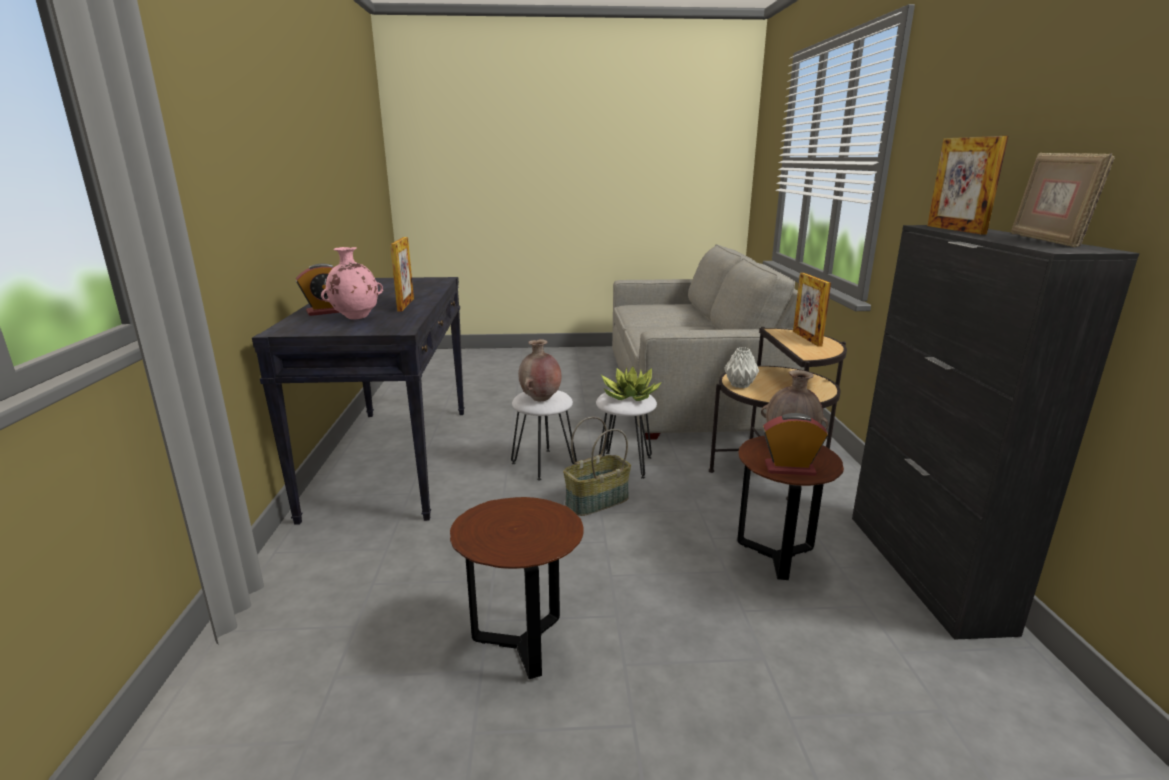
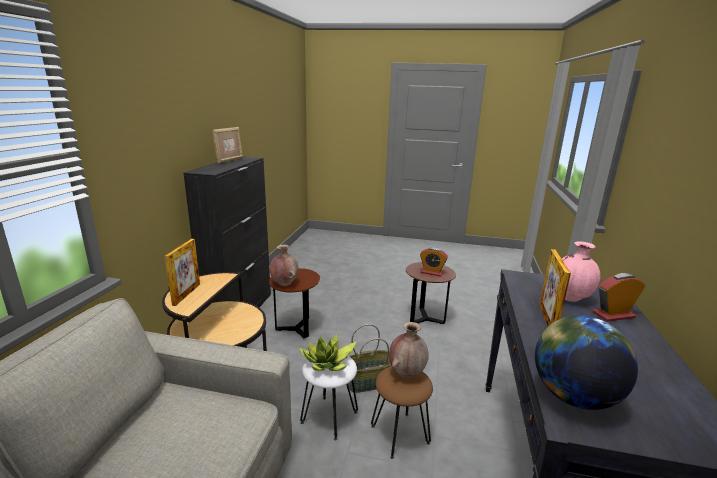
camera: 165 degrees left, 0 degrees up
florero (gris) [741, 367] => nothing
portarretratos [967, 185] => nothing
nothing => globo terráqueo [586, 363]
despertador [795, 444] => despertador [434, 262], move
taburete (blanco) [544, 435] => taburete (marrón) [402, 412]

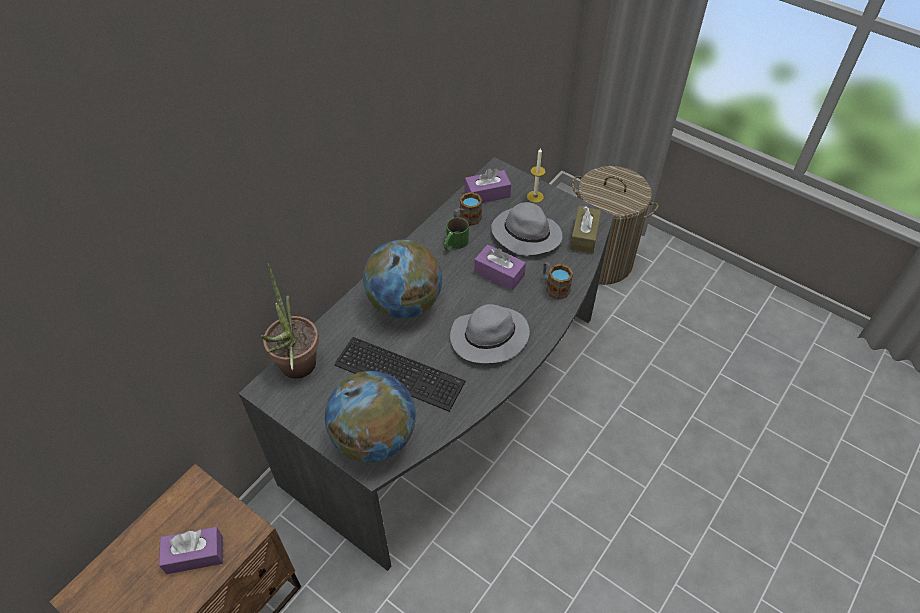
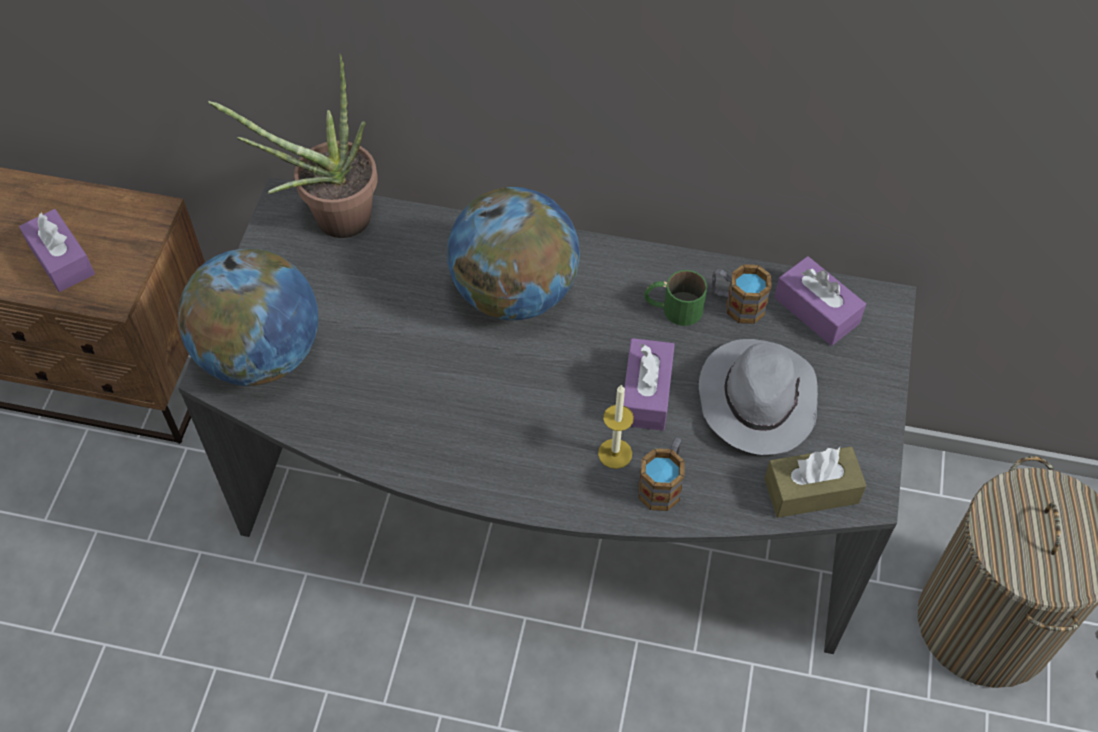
camera: 65 degrees right, 5 degrees up
teclado [400, 374] => nothing
sombrero (gris) [490, 333] => nothing
vela [536, 175] => vela [616, 426], move

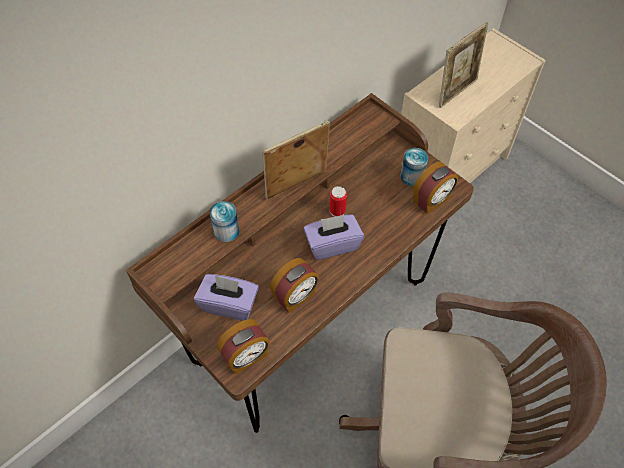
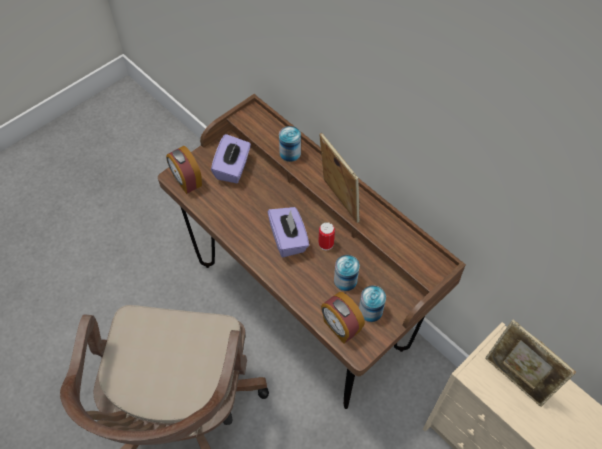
camera: 90 degrees right, 0 degrees up
despertador [294, 285] => nothing
nothing => lata [347, 273]

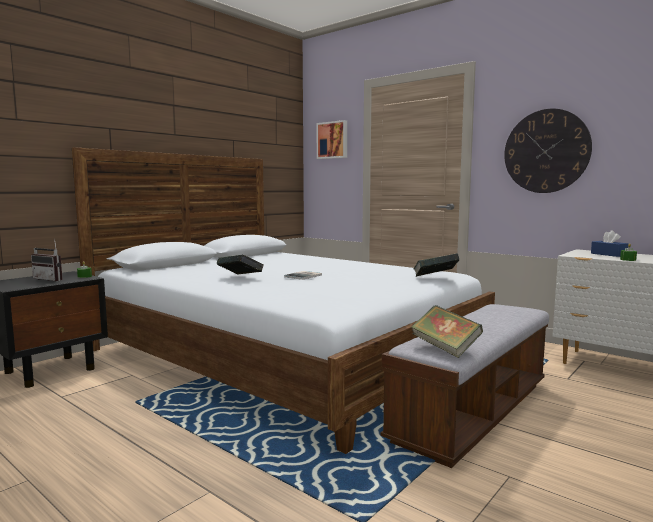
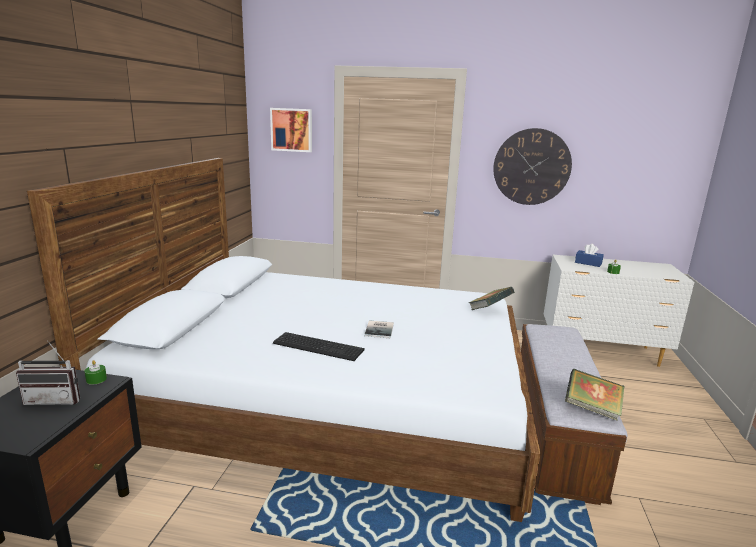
camera: 30 degrees left, 10 degrees up
libro [240, 265] => teclado [319, 346]

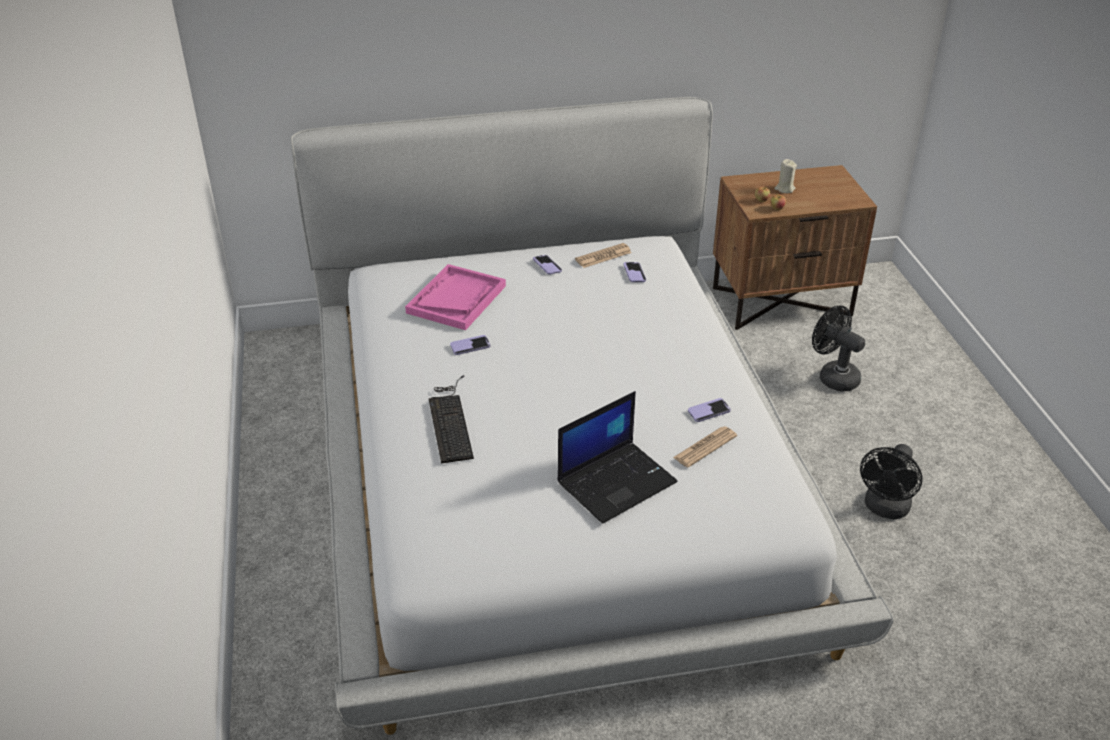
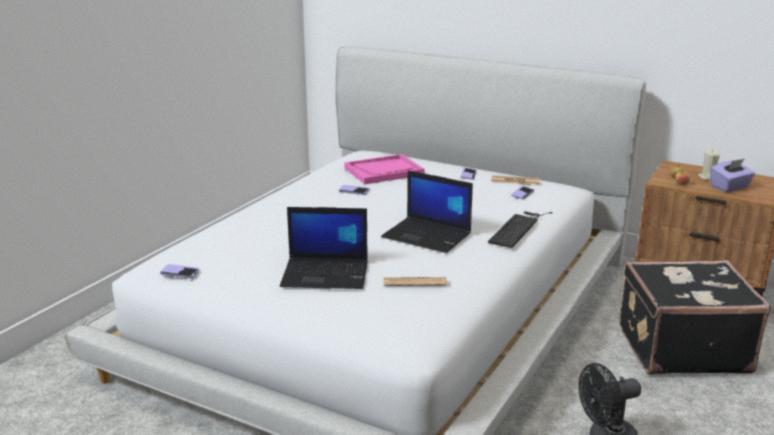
camera: 40 degrees right, 15 degrees down
nothing => portátil [427, 212]
nothing => caja de pañuelos (morado) [732, 175]
teclado [451, 419] => teclado [520, 229], move
móvil [709, 410] => móvil [180, 271], move
ventilador (negro) [838, 348] => maleta (negro) [695, 317]

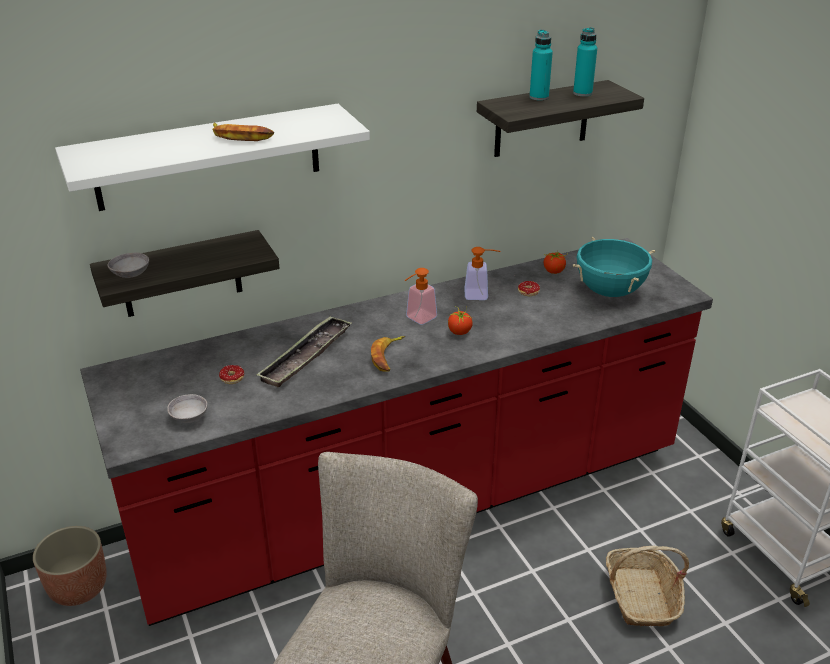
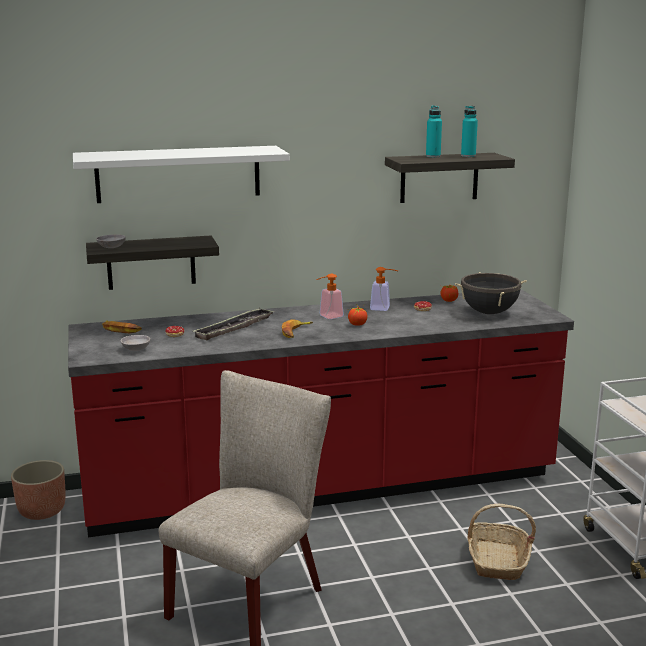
camera: 10 degrees right, 15 degrees down
plátano [243, 132] => plátano [122, 326], move
olla (turquesa) [613, 267] => olla (negro) [491, 293]

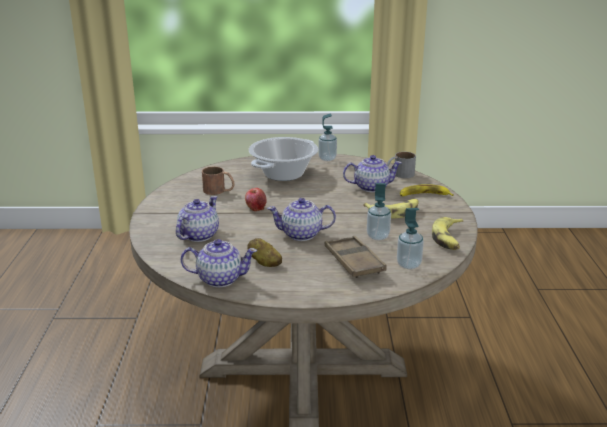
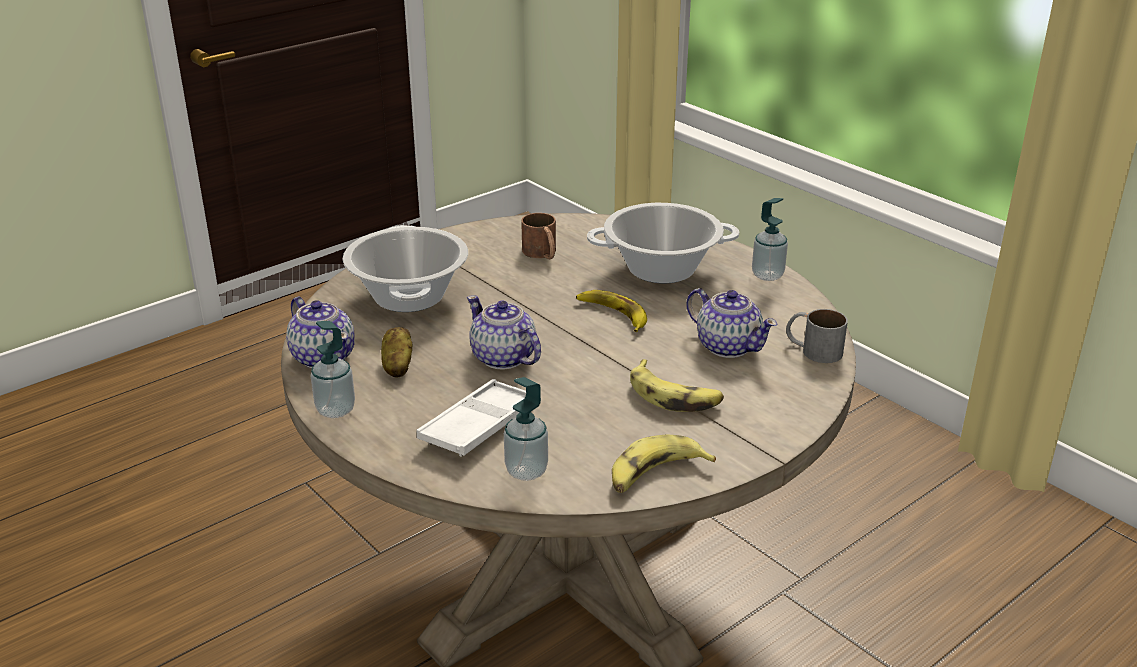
camera: 50 degrees right, 5 degrees up
manzana [256, 199] => nothing
dispensador de jabón [379, 211] => dispensador de jabón [333, 369], move
plátano [427, 190] => plátano [611, 311], move
tetera [197, 219] => olla [405, 268]
bandeja (marrón) [356, 257] => bandeja (blanco) [471, 417]

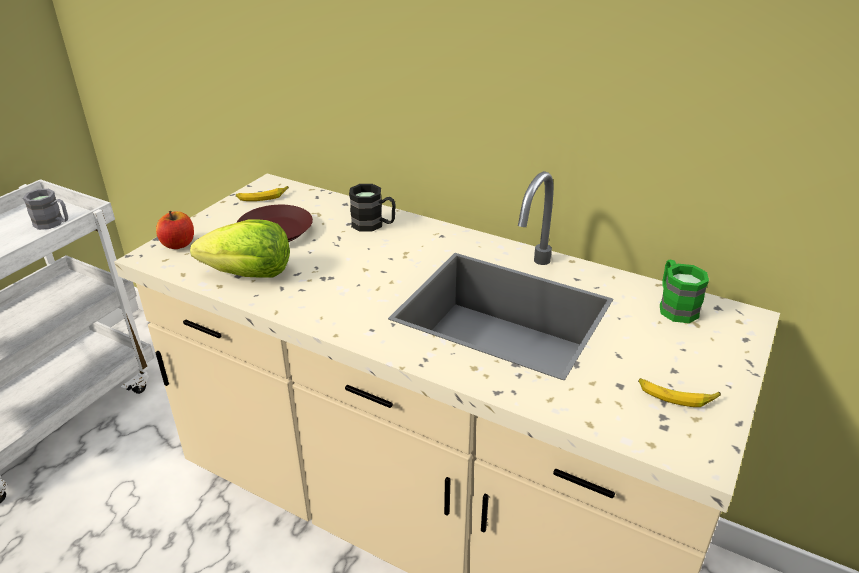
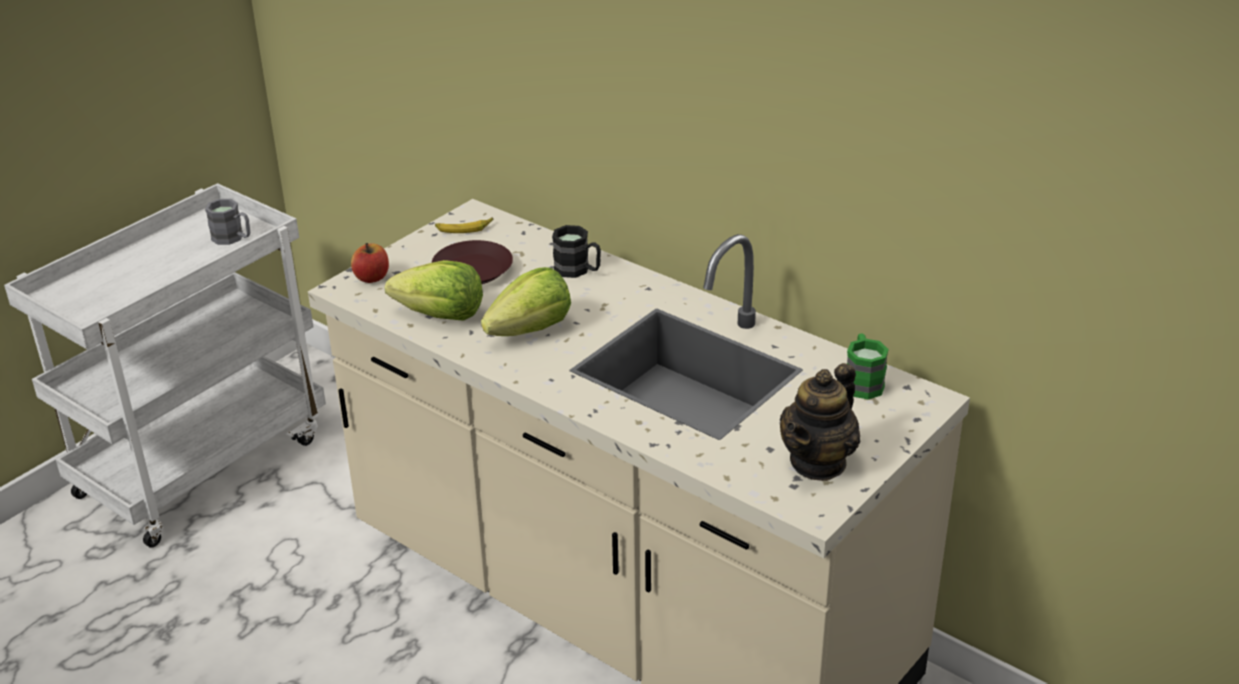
camera: 10 degrees right, 0 degrees up
nothing => lechuga [526, 301]
plátano [679, 392] => tetera [820, 422]

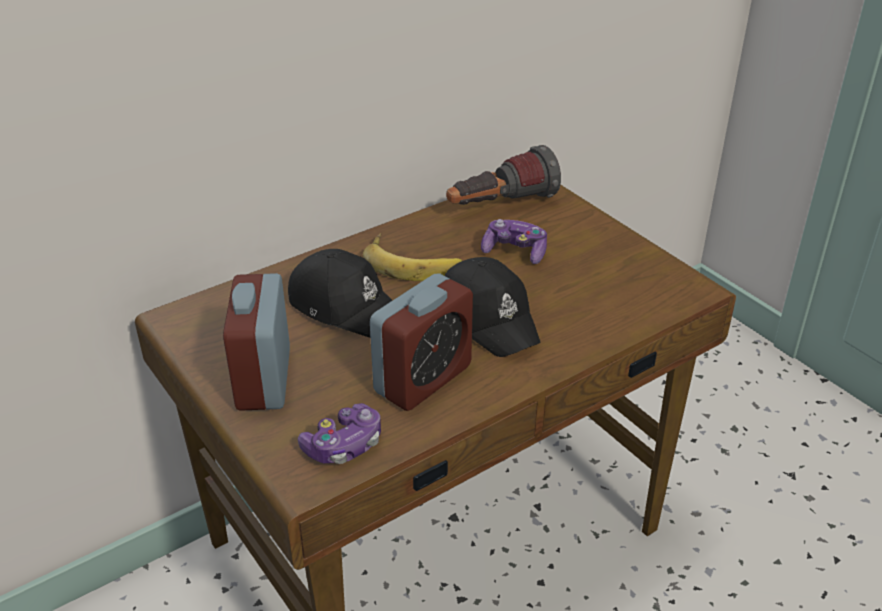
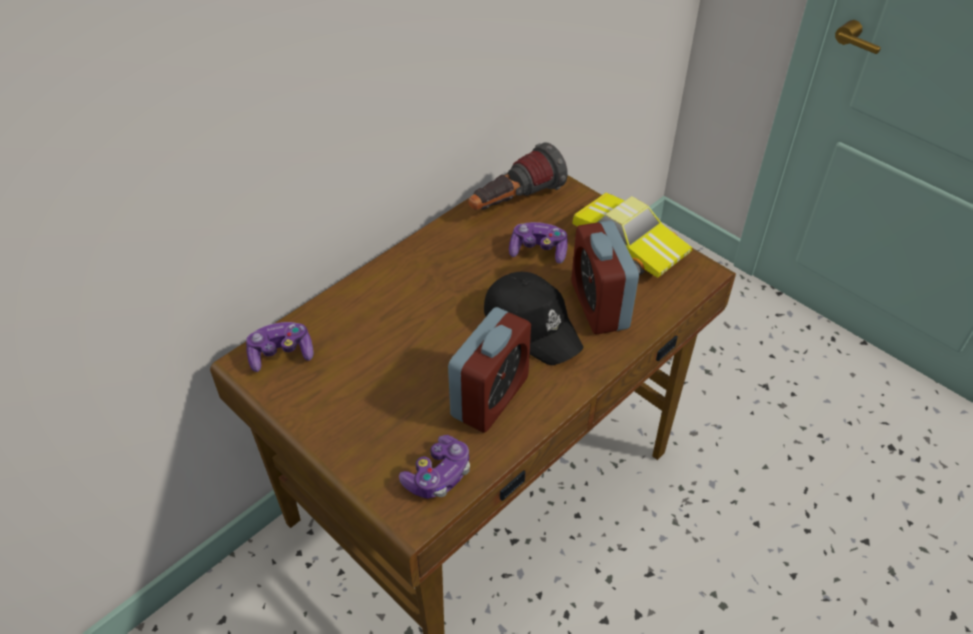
camera: 10 degrees left, 10 degrees up
gorra (negro) [340, 293] => nothing
plátano [412, 257] => nothing
nothing => mando de consola [280, 347]
nothing => coche de juguete [632, 235]
despertador [256, 342] => despertador [605, 277], move

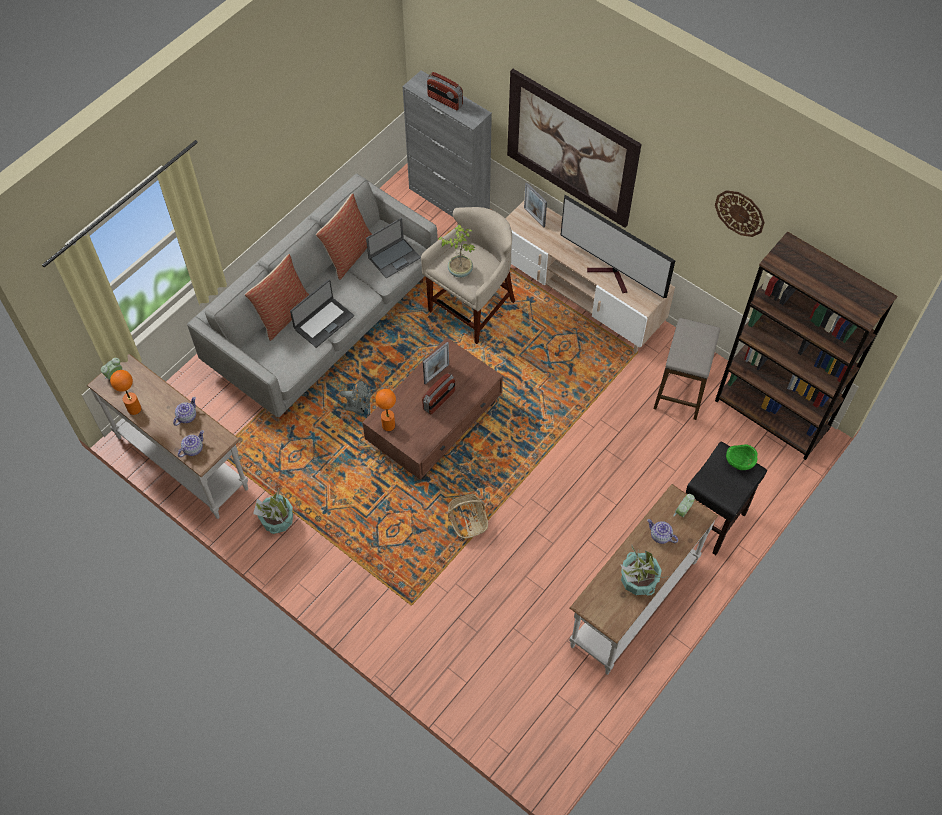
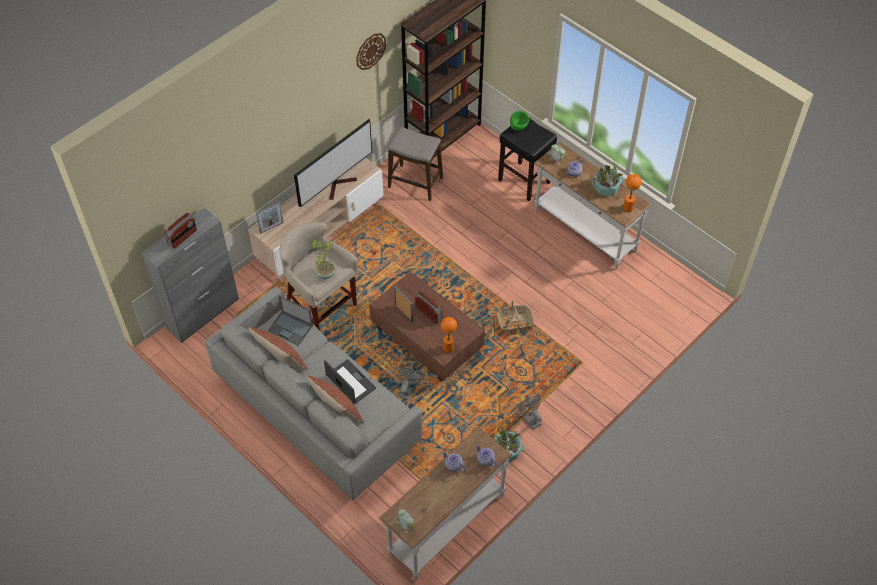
camera: 85 degrees left, 5 degrees down
cuadro [574, 148] => nothing
nothing => ventilador (gris) [530, 413]
lámpara de mesa (naranja) [125, 392] => lámpara de mesa (naranja) [632, 193], move
portátil [393, 248] => portátil [290, 321], 150 degrees clockwise

